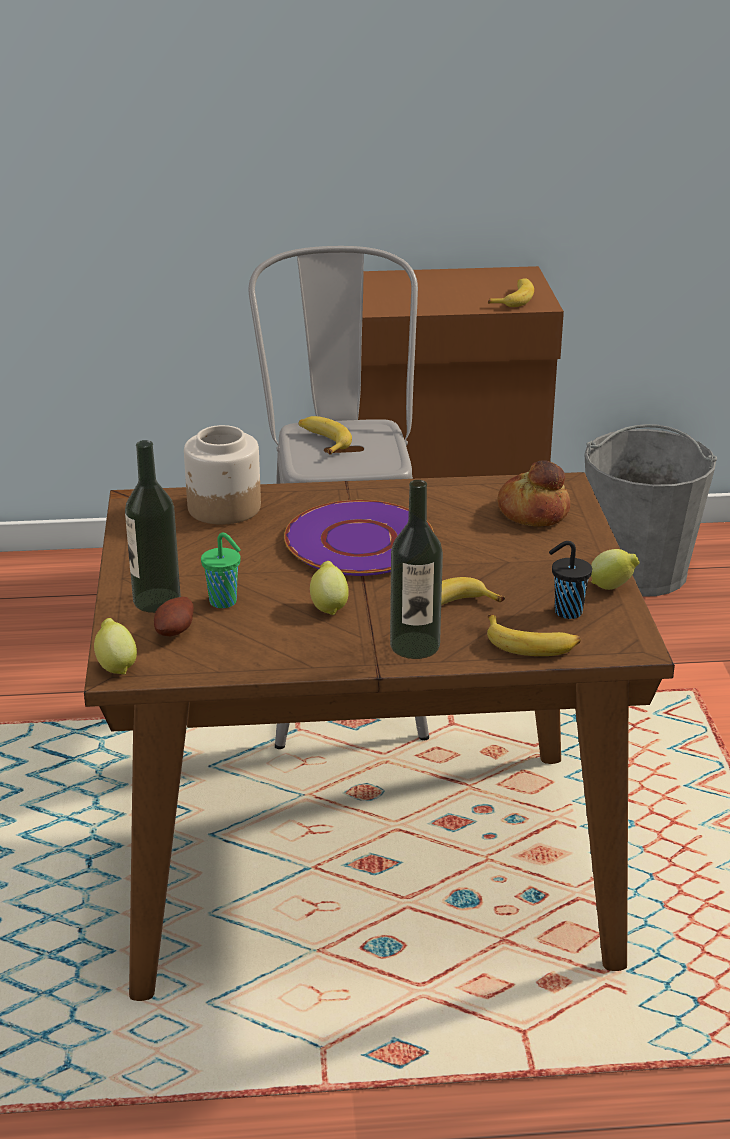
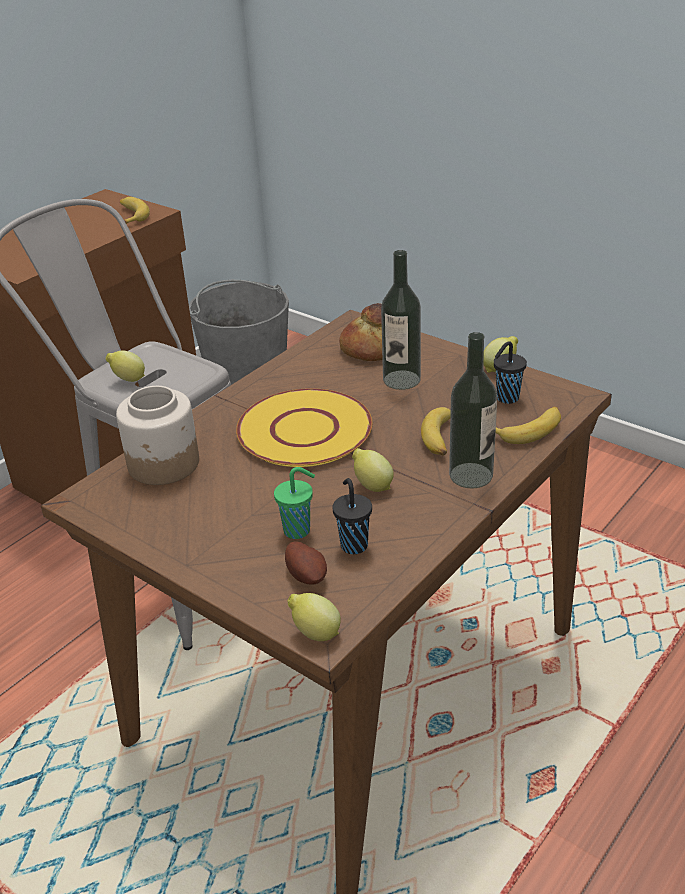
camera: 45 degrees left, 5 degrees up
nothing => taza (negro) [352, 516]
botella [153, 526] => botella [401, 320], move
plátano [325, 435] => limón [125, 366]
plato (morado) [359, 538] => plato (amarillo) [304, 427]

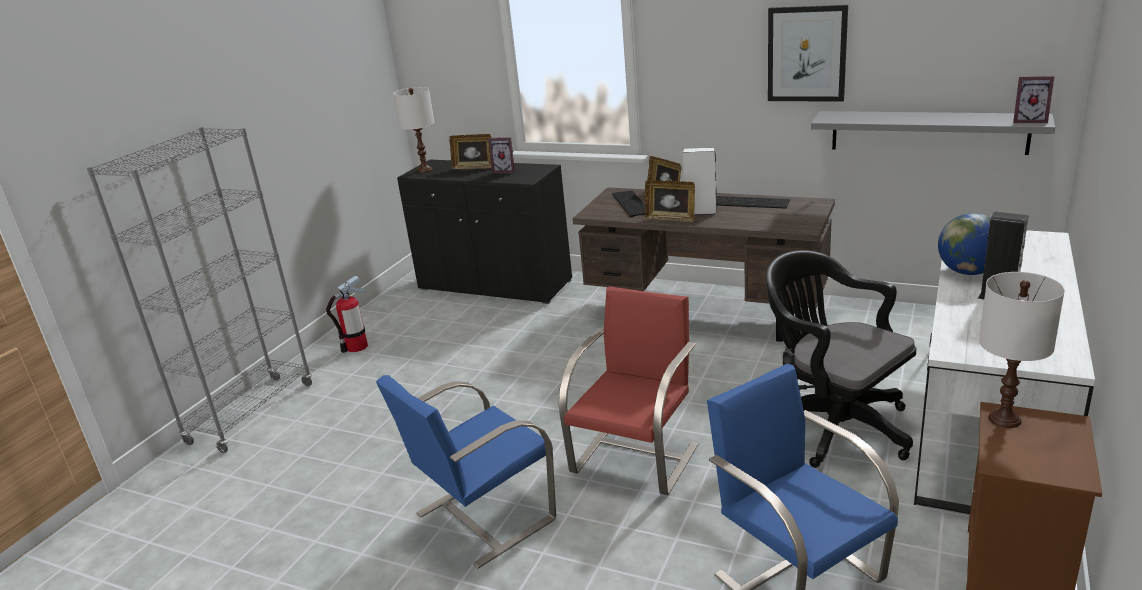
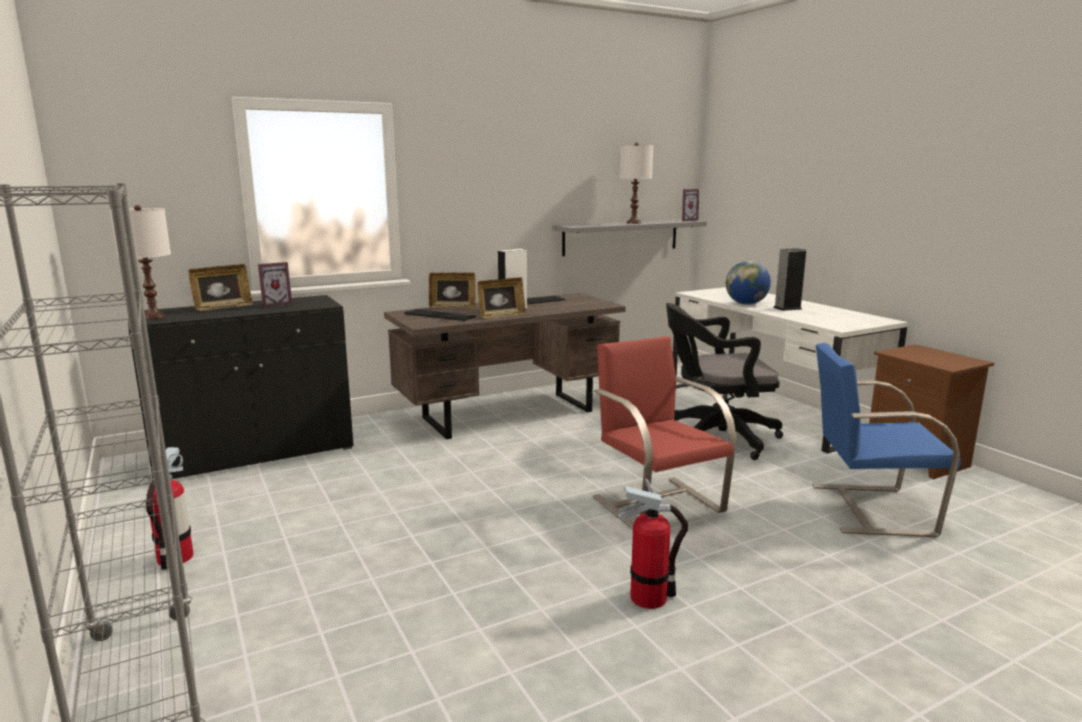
camera: 55 degrees left, 10 degrees down
cuadro [808, 53] => nothing
lámpara de mesa (blanco) [1022, 350] => lámpara de mesa (blanco) [636, 183], move
silla (azul) [466, 472] => extintor [653, 544]

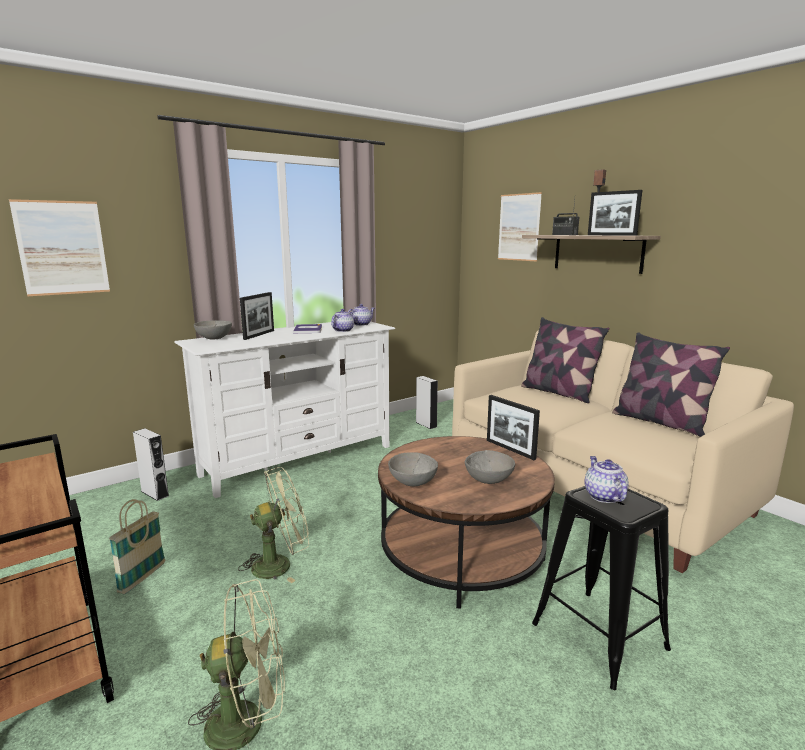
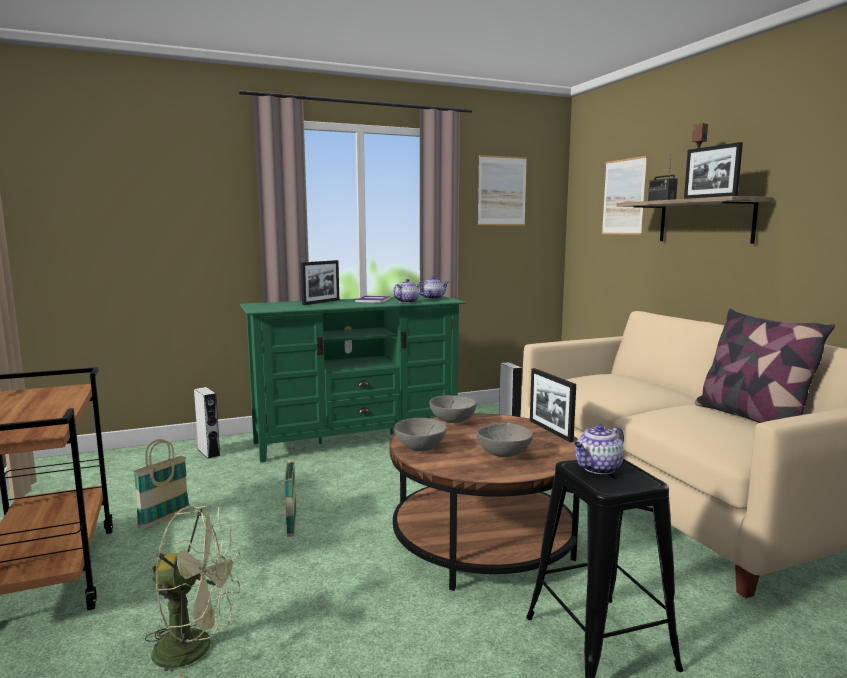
camera: 15 degrees right, 5 degrees down
cojín [565, 360] => nothing
cuadro [59, 247] => cuadro [502, 190], move
cuenco (gris) [213, 329] => cuenco (gris) [453, 409], move
ventilador (verde) [273, 525] => cesta [290, 490]
mueble de televisión (blanco) [284, 410] => mueble de televisión (verde) [353, 379]
tetera [606, 479] => tetera [599, 449], 135 degrees counterclockwise

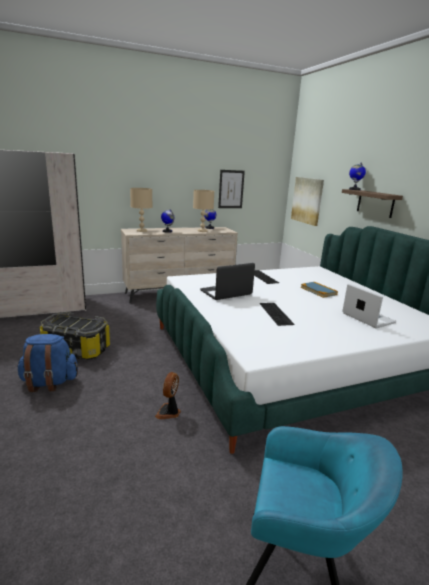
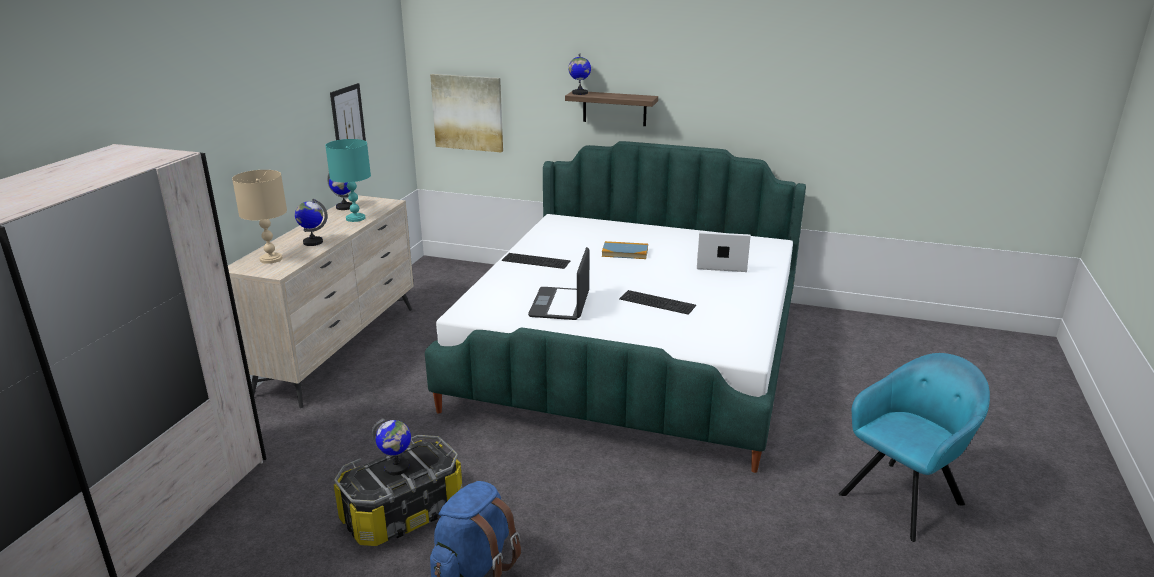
camera: 50 degrees left, 5 degrees up
ventilador [168, 395] => nothing
nothing => globo terráqueo [391, 446]
lámpara de mesa (beis) [203, 211] => lámpara de mesa (turquesa) [348, 180]

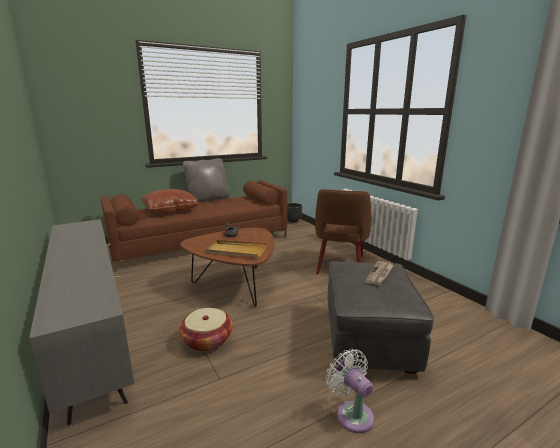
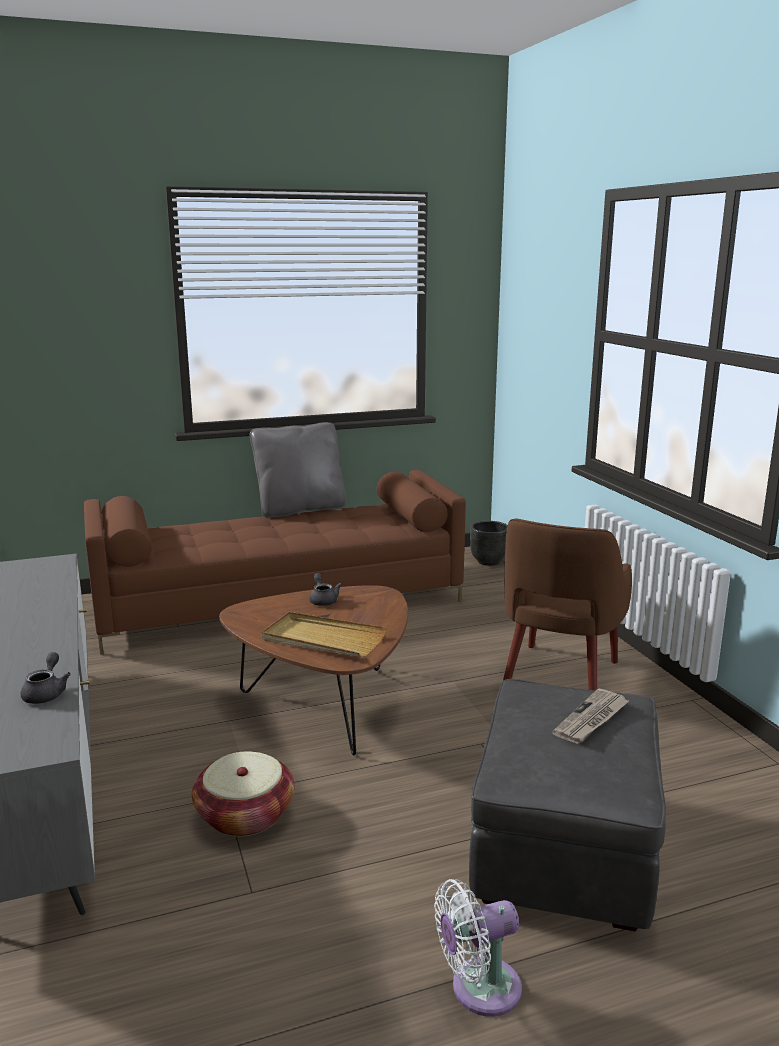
camera: 10 degrees right, 0 degrees up
cojín (marrón) [170, 201] => nothing
nothing => tetera (gris) [46, 678]
ventilador (blanco) [350, 391] => ventilador (blanco) [478, 948], 90 degrees counterclockwise

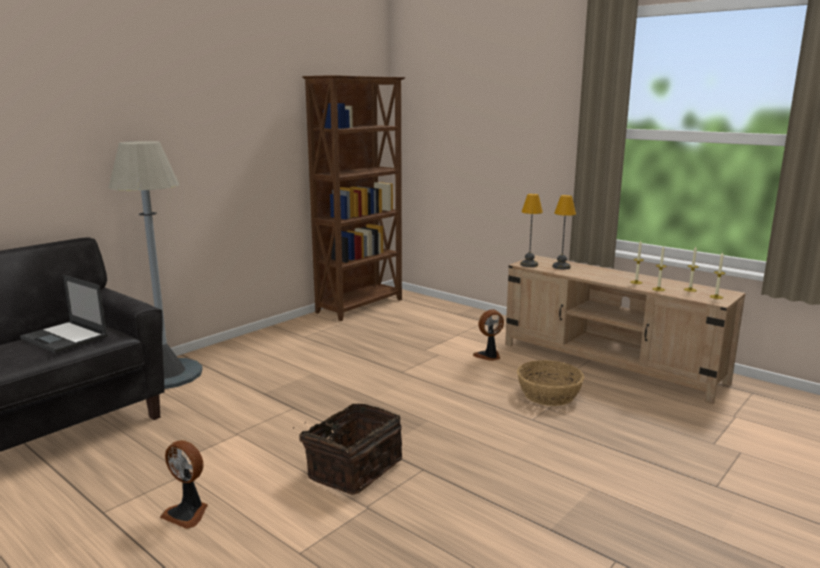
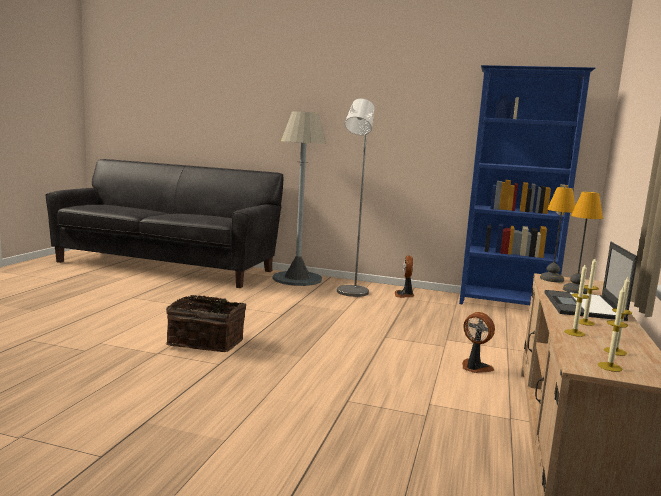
camera: 65 degrees right, 5 degrees down
cesta [550, 383] => nothing
nothing => lámpara de pie (gris) [355, 198]
portátil [64, 314] => portátil [591, 281], move
ventilador [184, 484] => ventilador [404, 276], move
estantería (marrón) [353, 198] => estantería (azul) [527, 185]

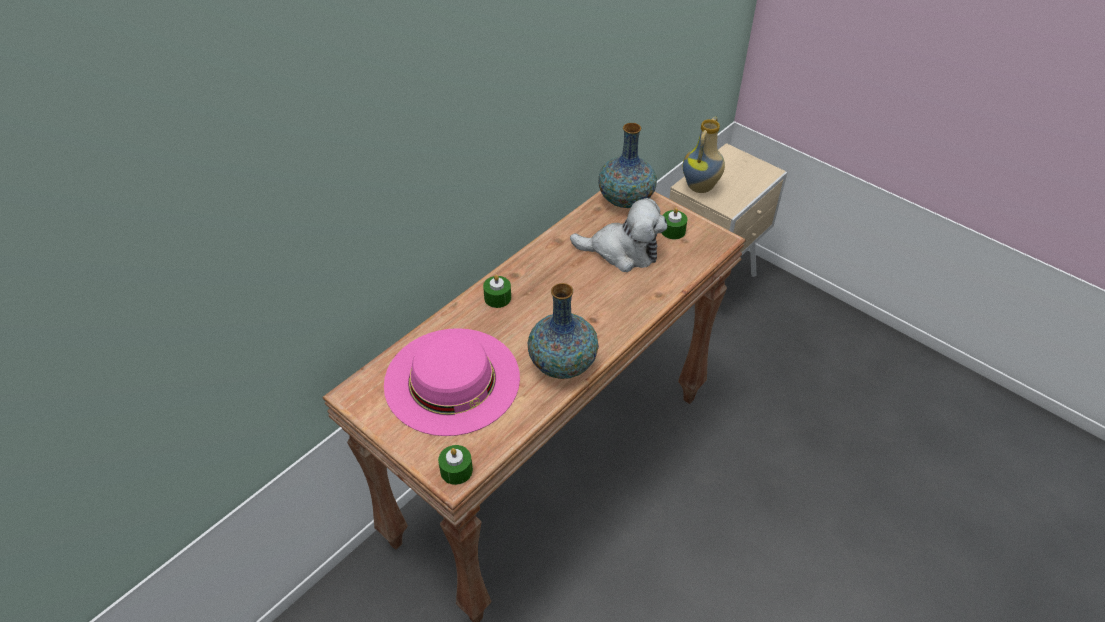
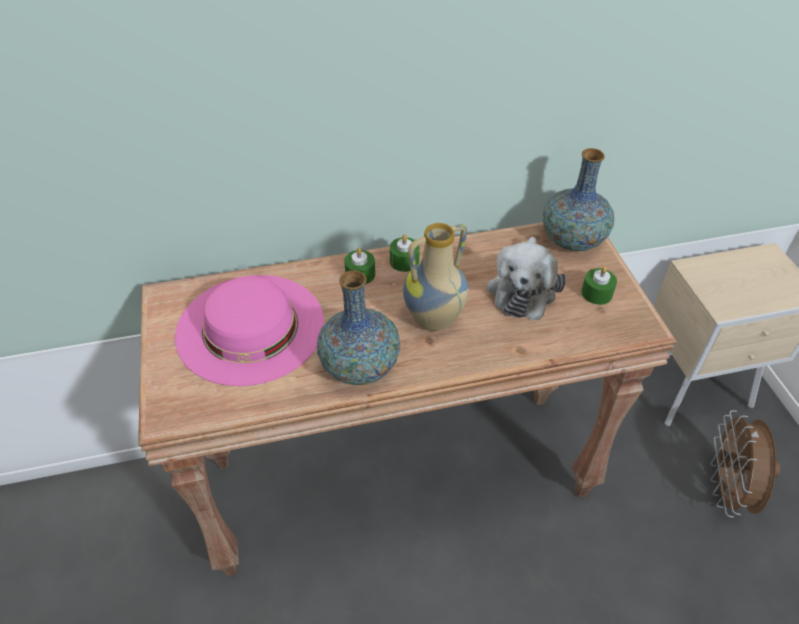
camera: 35 degrees right, 0 degrees up
nothing => ventilador (marrón) [745, 464]
vela (verde) [455, 465] => vela (verde) [405, 253], move
florero [704, 155] => florero [436, 277], move
peluche [618, 235] => peluche [526, 278], 60 degrees clockwise

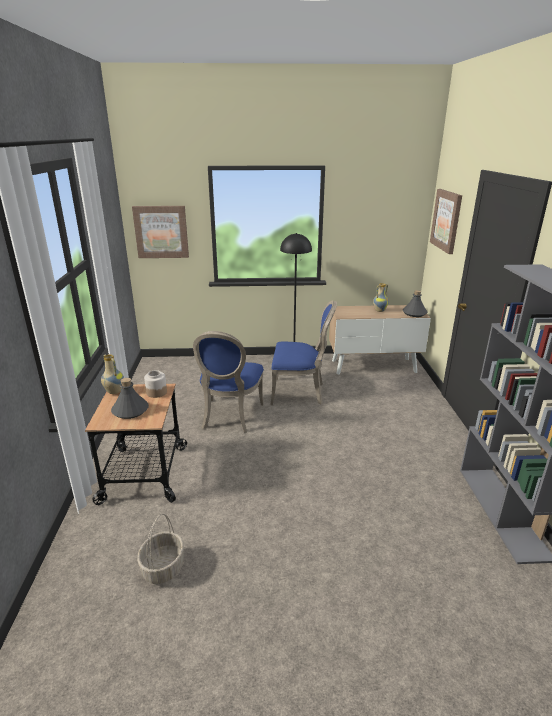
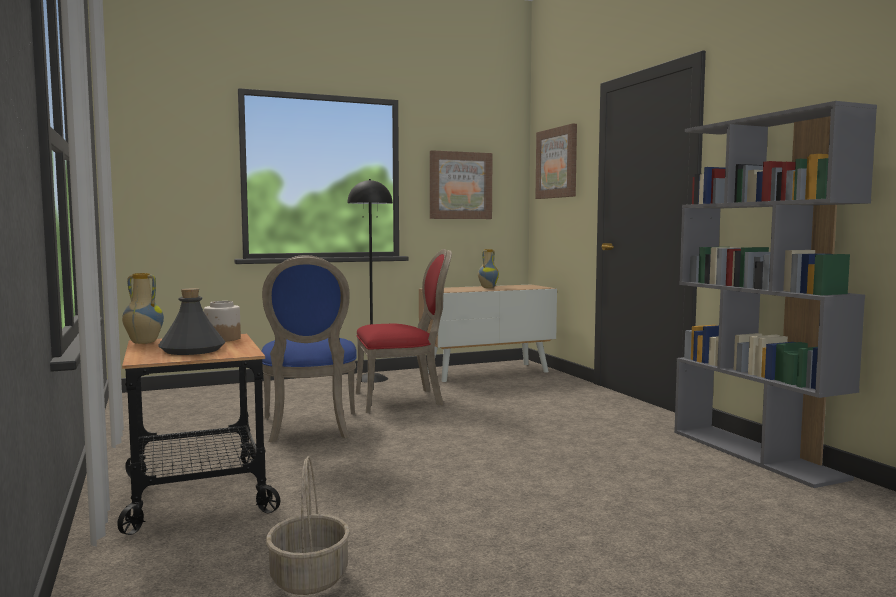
camera: 20 degrees left, 20 degrees down
botella (gris) [415, 303] => nothing
cuadro [160, 232] => cuadro [461, 184], move
silla (azul) [303, 353] => silla (rojo) [403, 331]

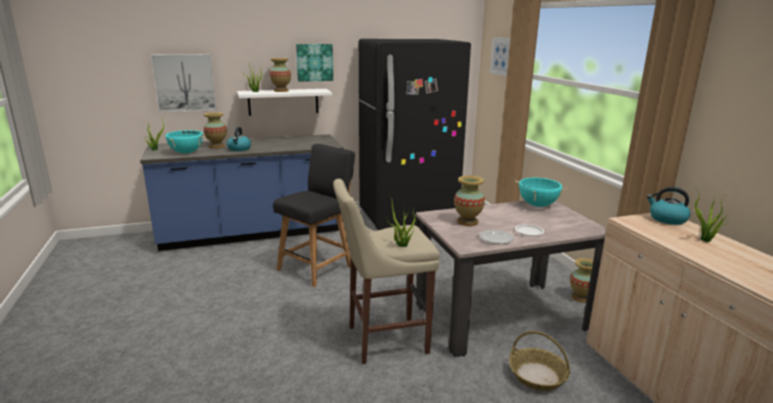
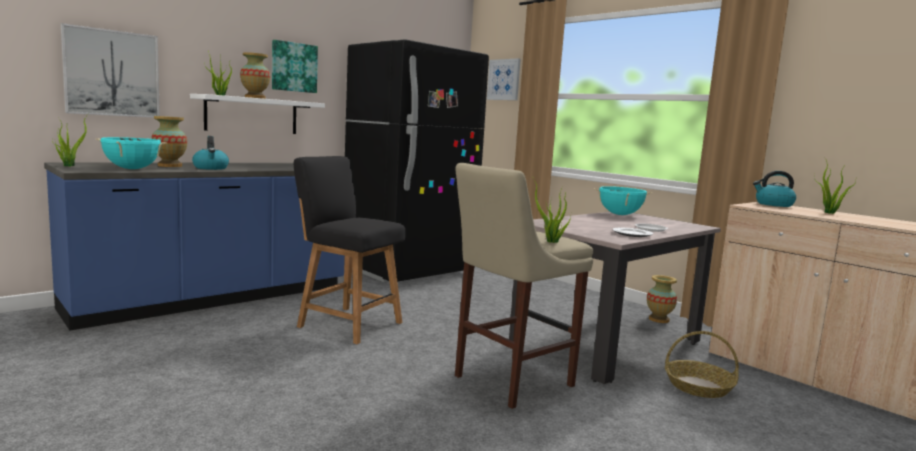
camera: 25 degrees left, 10 degrees down
florero [469, 201] => nothing
silla (negro) [314, 215] => silla (negro) [349, 250], 75 degrees counterclockwise

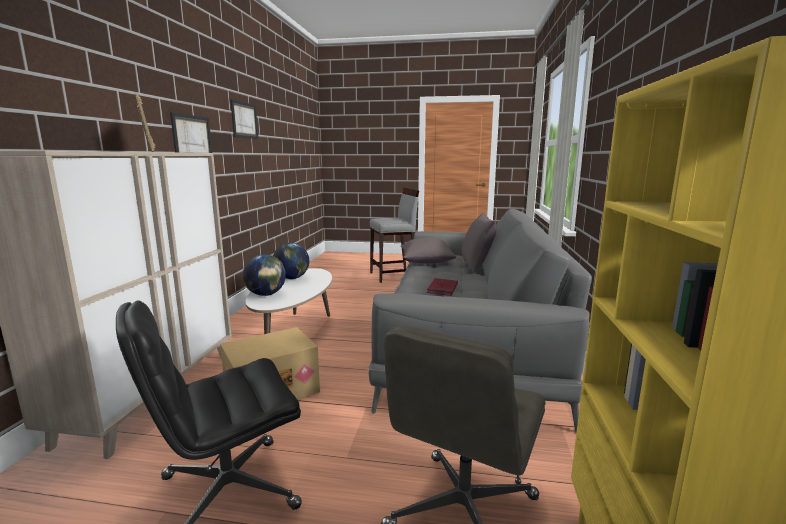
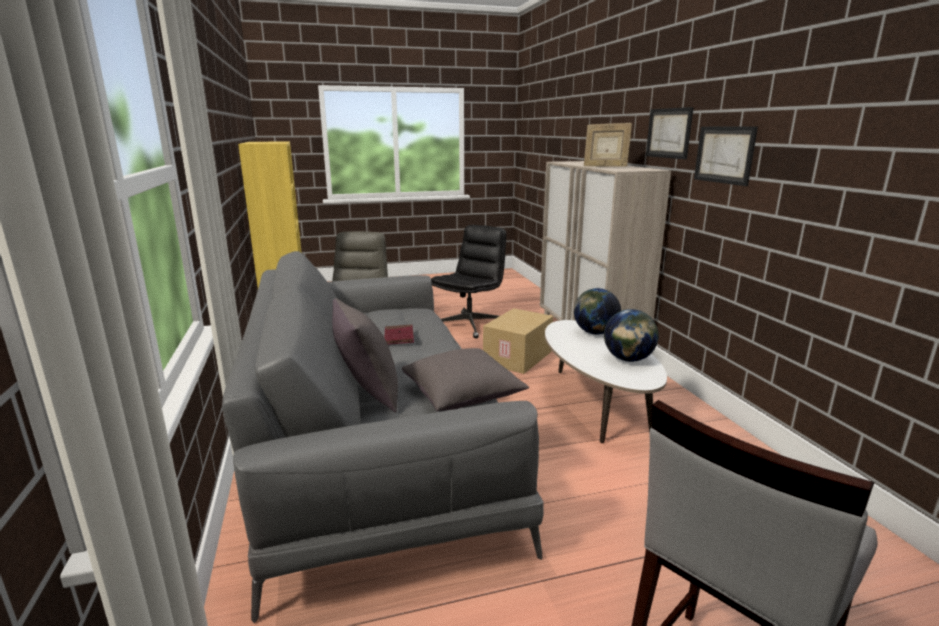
camera: 155 degrees right, 5 degrees up
cuadro [244, 119] => cuadro [670, 133], move

